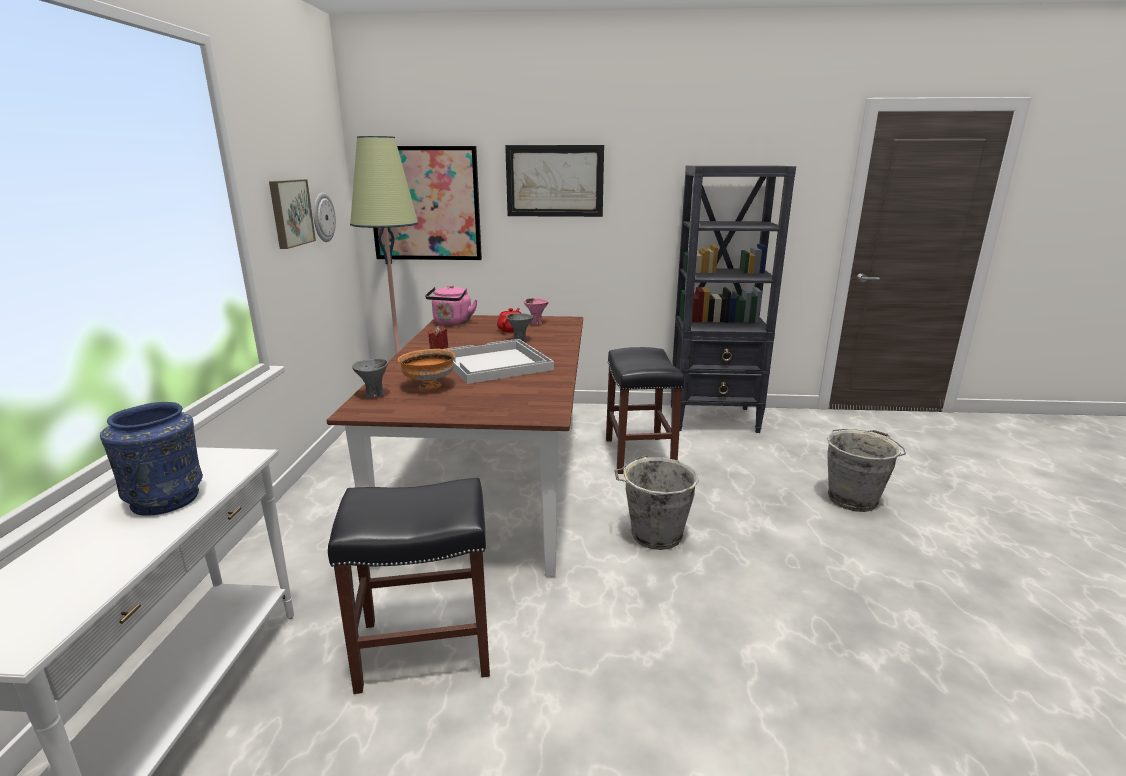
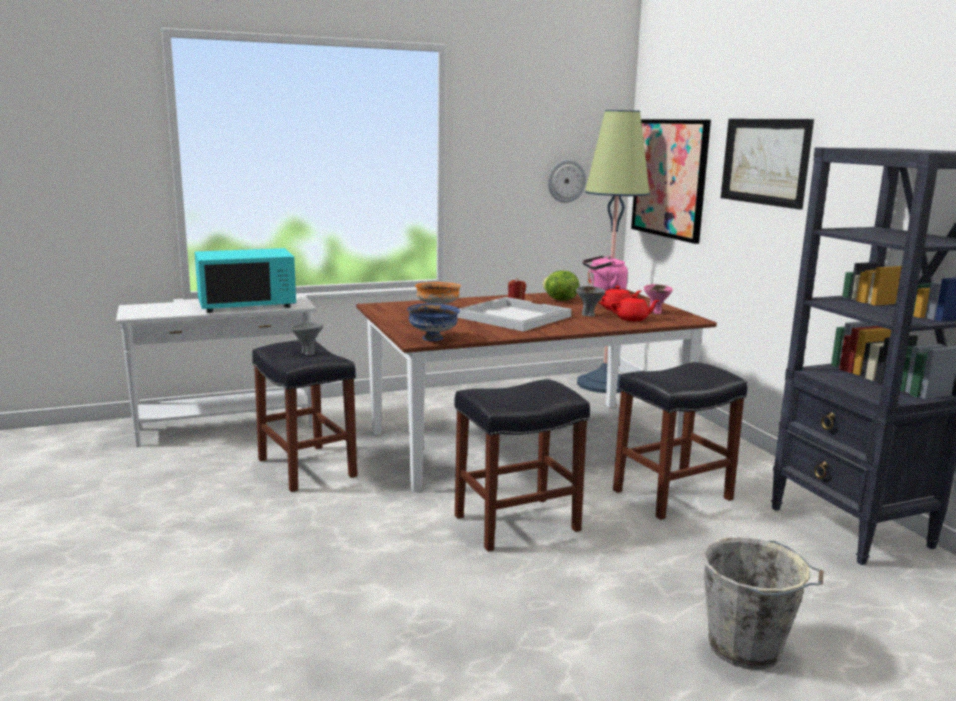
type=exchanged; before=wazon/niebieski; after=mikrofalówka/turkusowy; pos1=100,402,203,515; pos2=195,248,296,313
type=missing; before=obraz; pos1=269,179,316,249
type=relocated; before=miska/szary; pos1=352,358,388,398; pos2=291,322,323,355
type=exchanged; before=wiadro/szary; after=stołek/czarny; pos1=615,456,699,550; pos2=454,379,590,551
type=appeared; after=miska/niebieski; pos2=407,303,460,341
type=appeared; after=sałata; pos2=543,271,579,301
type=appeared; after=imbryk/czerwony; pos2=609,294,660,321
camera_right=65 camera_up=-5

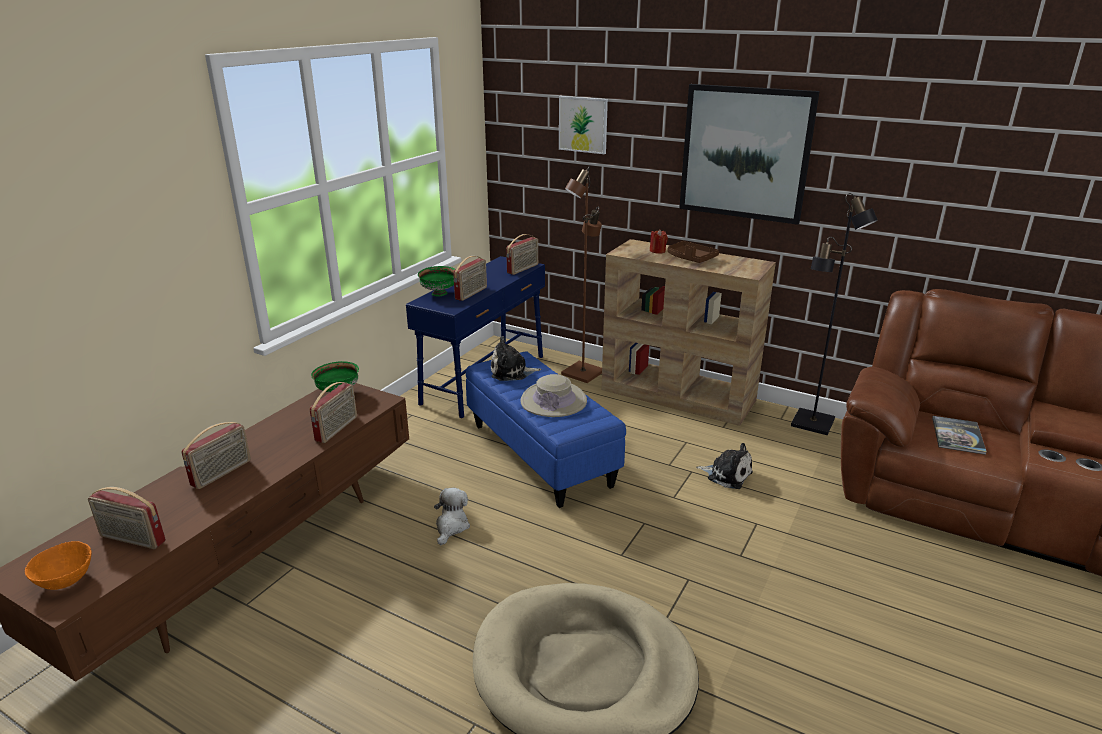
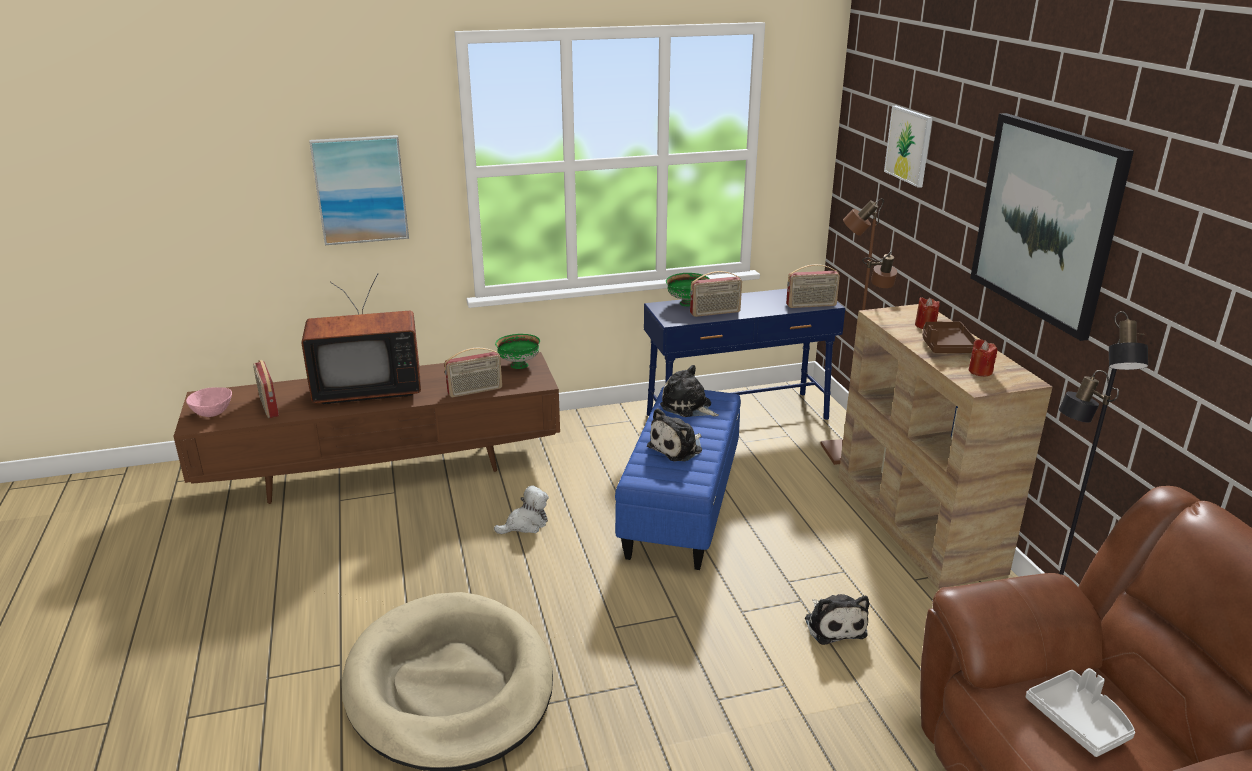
type=colour; before=miska/pomarańczowy; after=miska/różowy; pos1=25,541,91,590; pos2=186,387,232,417
type=exchanged; before=radio; after=telewizor; pos1=181,422,251,489; pos2=301,273,421,404
type=exchanged; before=kapelusz/beżowy; after=pluszak; pos1=520,374,587,417; pos2=647,408,702,461
type=exchanged; before=książka; after=taca/szary; pos1=932,416,987,455; pos2=1026,668,1135,757
type=appeared; after=obraz; pos2=309,135,409,245
type=appeared; after=świeca/czerwony; pos2=969,339,997,376
camera_right=45 camera_up=0

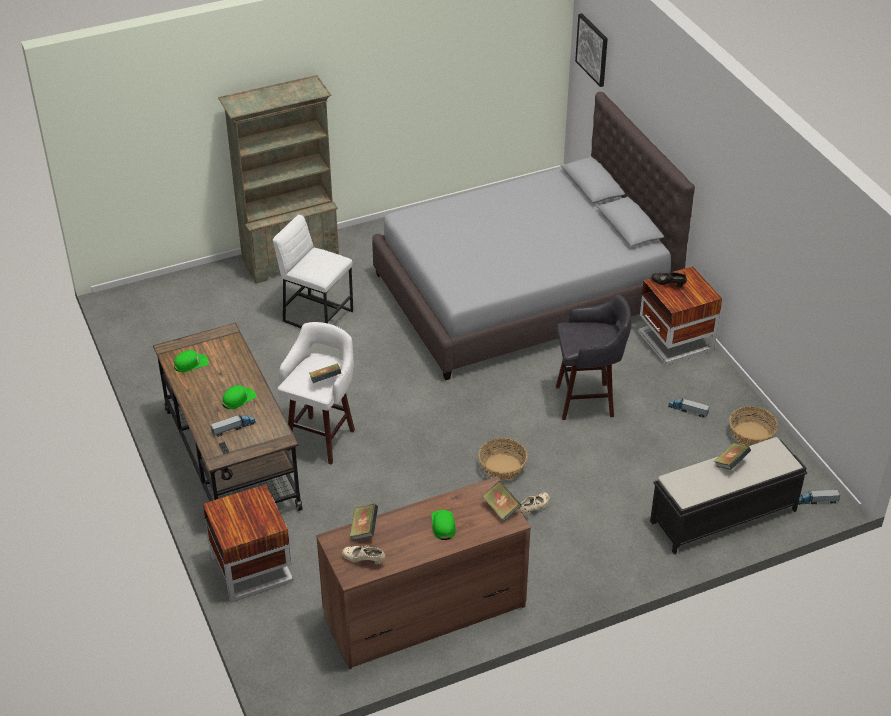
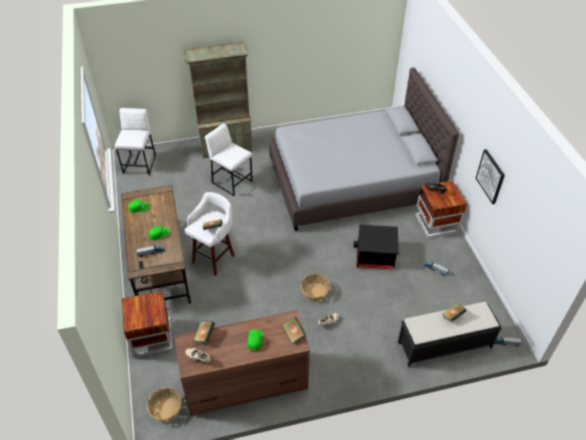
type=exchanged; before=stołek/szary; after=pojemnik do przechowywania/czarny; pos1=556,293,632,420; pos2=354,224,399,269
type=relocated; before=obraz; pos1=575,13,608,87; pos2=476,149,505,204
type=relocated; before=koszyk; pos1=729,406,778,446; pos2=147,388,182,422
type=appeared; after=krzesło/biały; pos2=115,108,156,175
camera_right=10 camera_up=5

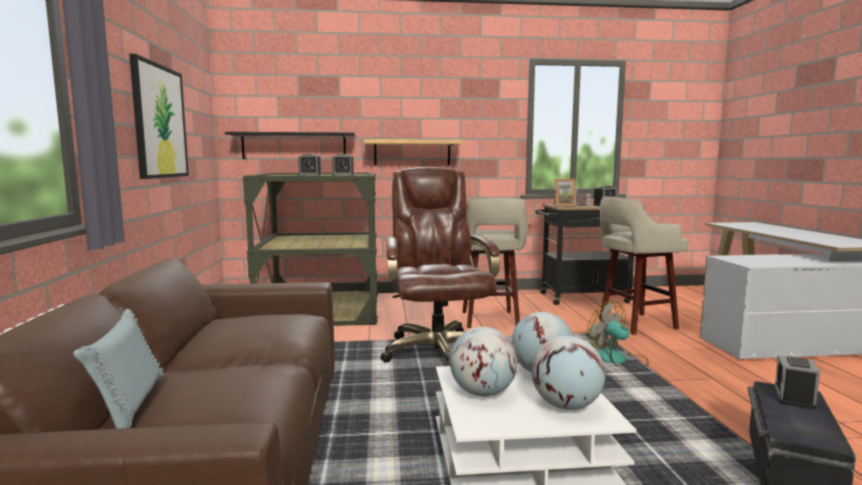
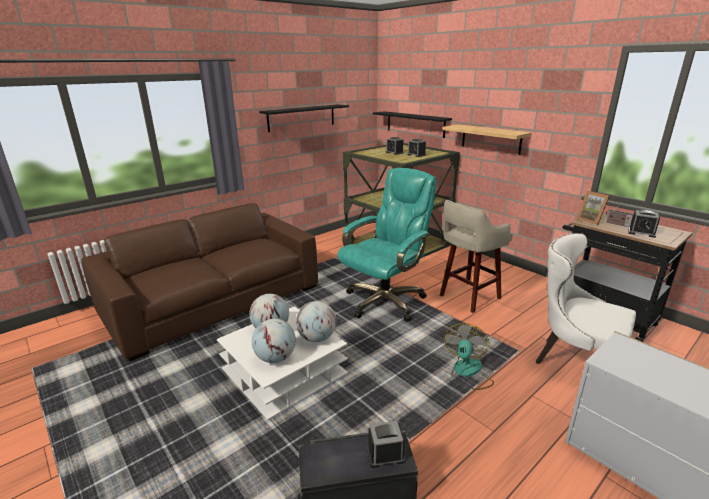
type=missing; before=poduszka/niebieski; pos1=73,309,165,429
type=exchanged; before=obraz; after=półka/czarny; pos1=129,54,189,179; pos2=259,104,349,132
type=colour; before=krzesło biurowe/brązowy; after=krzesło biurowe/turkusowy; pos1=380,167,500,366; pos2=337,168,437,322
type=exchanged; before=stołek/beżowy; after=krzesło/biały; pos1=599,196,688,335; pos2=536,233,636,364
camera_right=55 camera_up=15

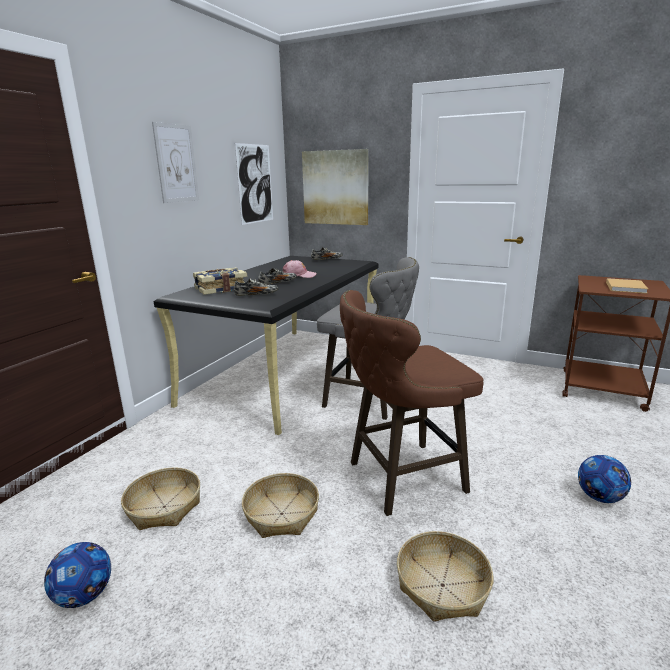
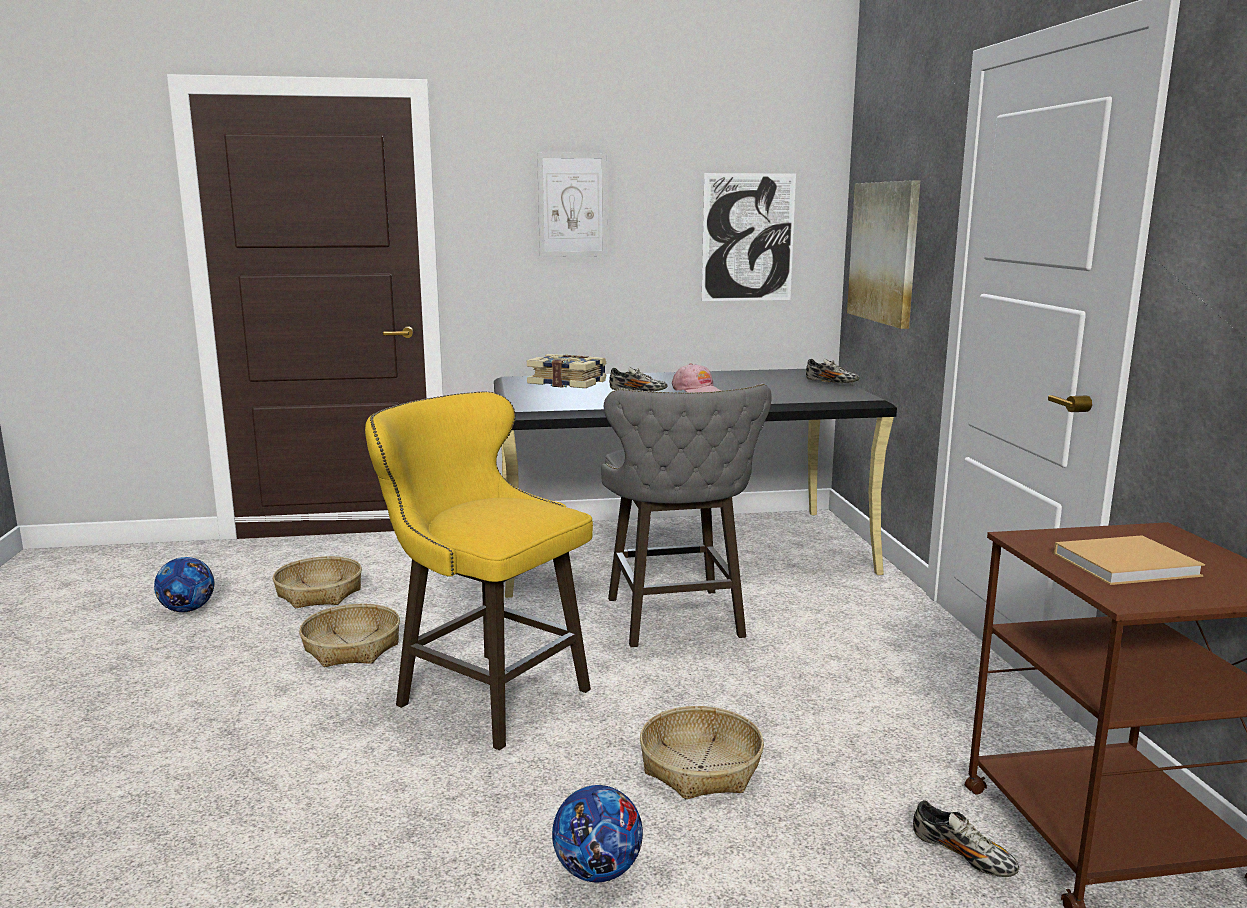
type=relocated; before=but; pos1=234,278,279,296; pos2=913,800,1019,877
type=colour; before=stołek/brązowy; after=stołek/żółty; pos1=340,290,484,516; pos2=365,391,593,750
type=relocated; before=koszyk; pos1=397,531,493,622; pos2=640,706,764,799
camera_right=55 camera_up=-5

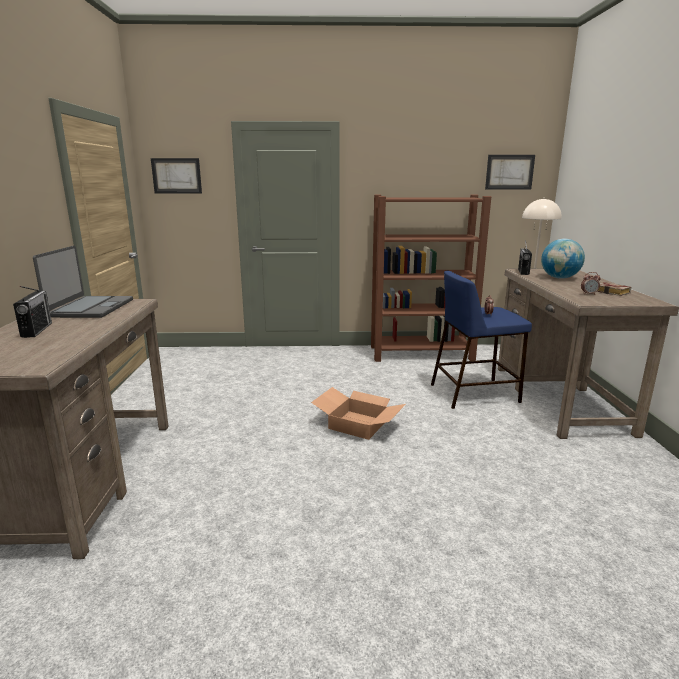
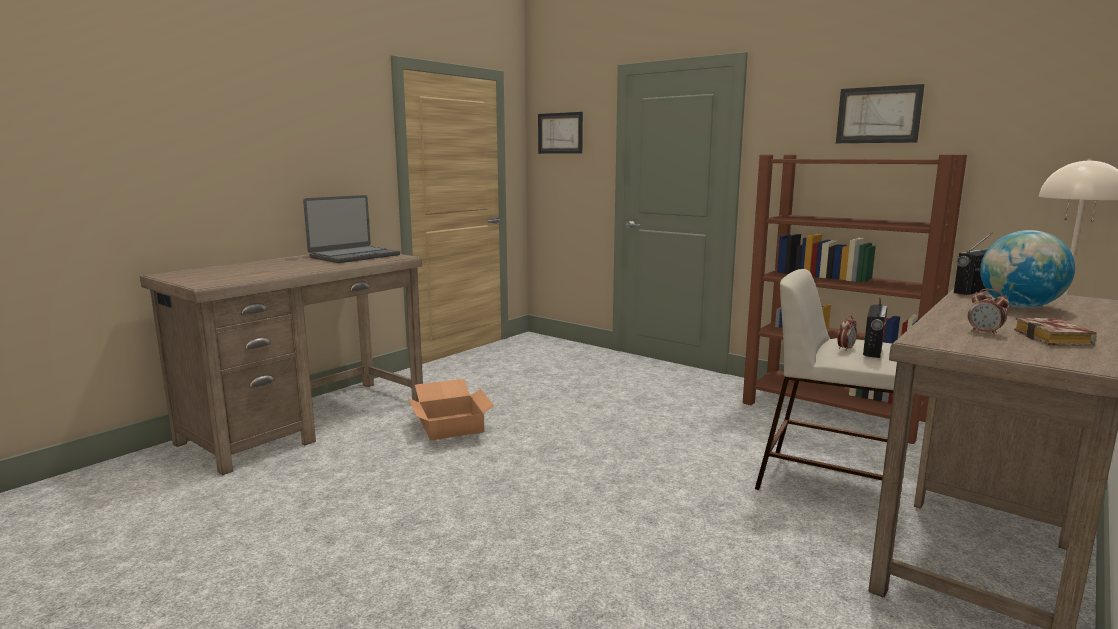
type=relocated; before=radio; pos1=13,286,52,338; pos2=863,298,887,358
type=relocated; before=karton; pos1=311,387,406,440; pos2=408,379,494,441
type=colour; before=stołek/niebieski; after=stołek/beżowy; pos1=431,271,532,409; pos2=755,269,897,490
type=relocated; before=obraz; pos1=485,155,535,190; pos2=836,84,925,143
camera_right=40 camera_up=-5

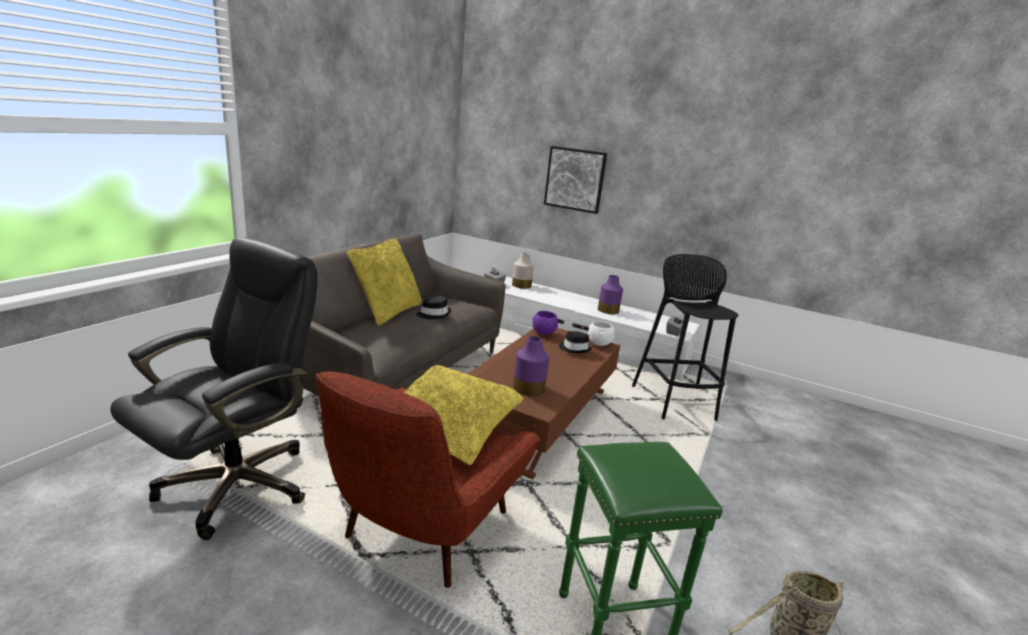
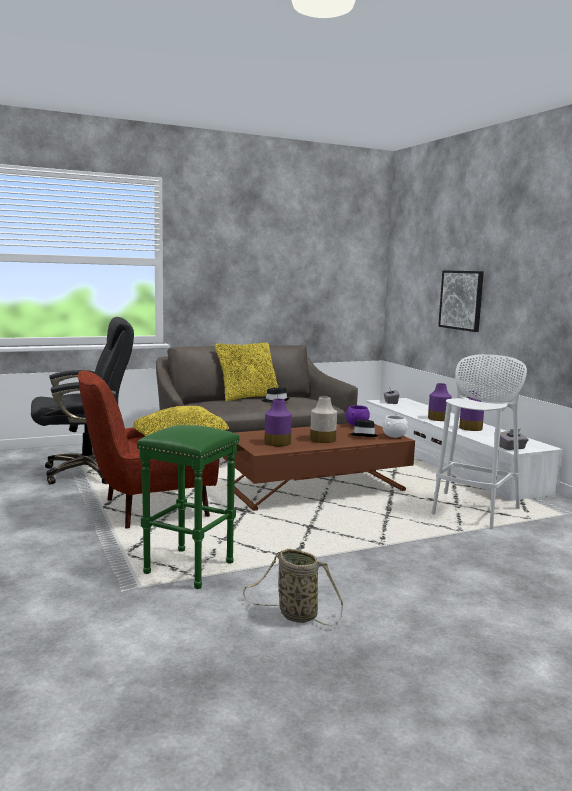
type=relocated; before=wazon/beżowy; pos1=512,253,534,289; pos2=310,397,337,443
type=colour; before=stołek/czarny; after=stołek/biały; pos1=632,254,738,421; pos2=432,354,527,528
type=appeared; after=wazon/fioletowy; pos2=428,383,452,421
camera_right=40 camera_up=-10

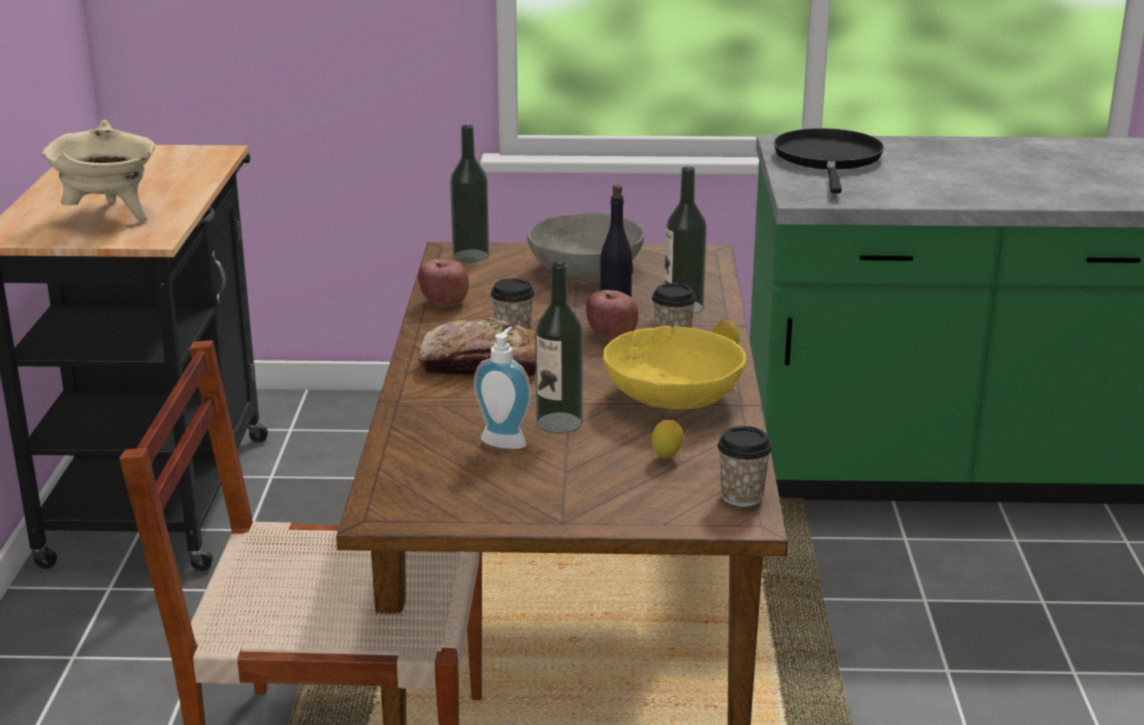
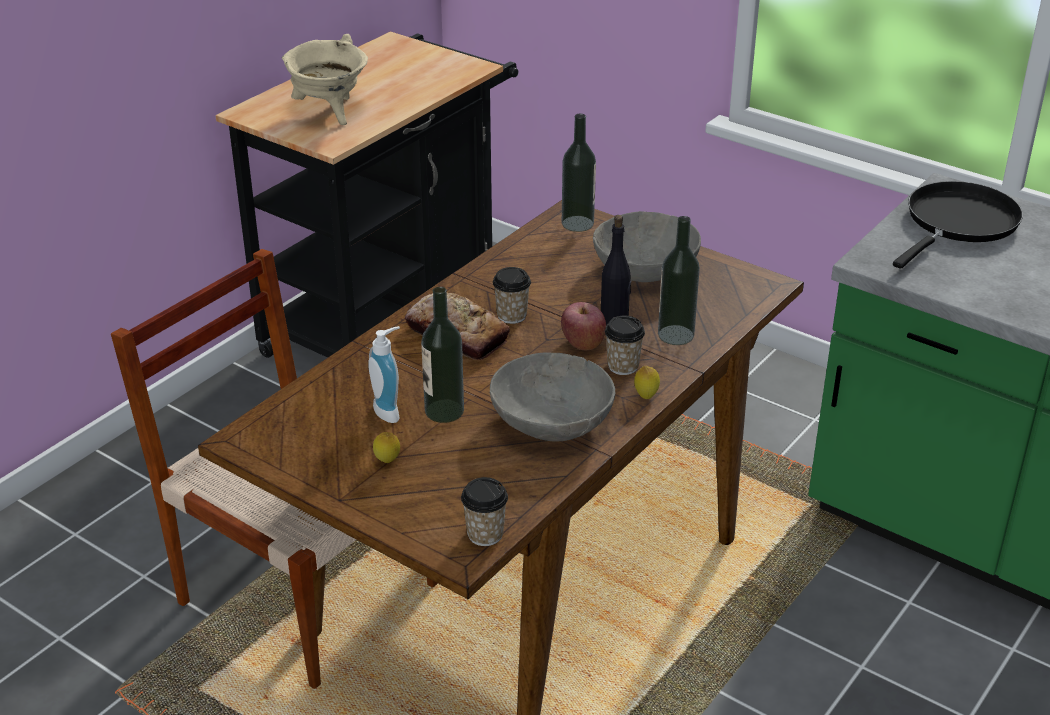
type=missing; before=jabłko; pos1=418,259,469,307
type=colour; before=miska/żółty; after=miska/szary; pos1=603,326,746,410; pos2=490,352,615,442
type=relocated; before=cytryna; pos1=652,420,683,459; pos2=373,432,400,463
camera_right=35 camera_up=10

